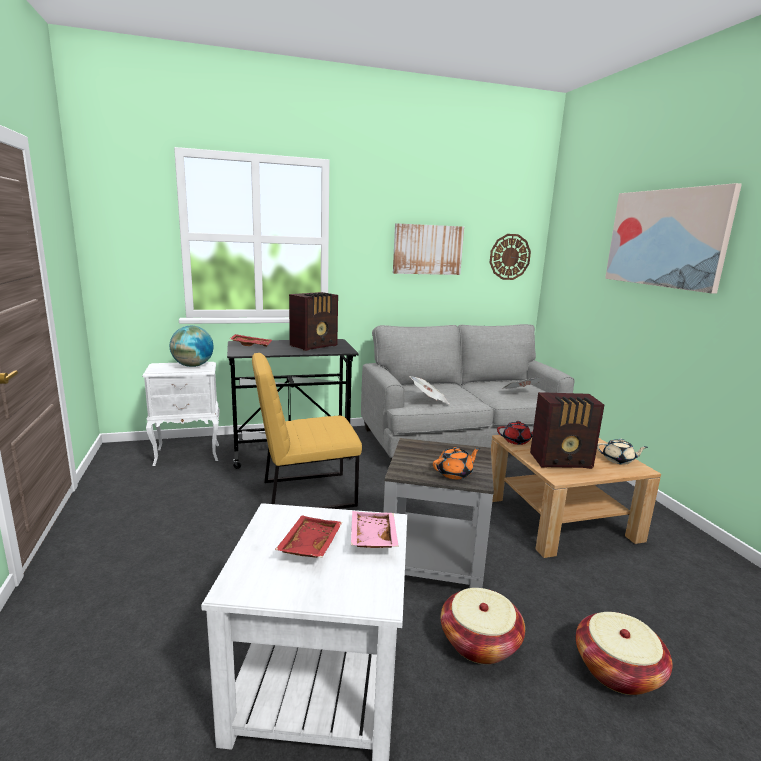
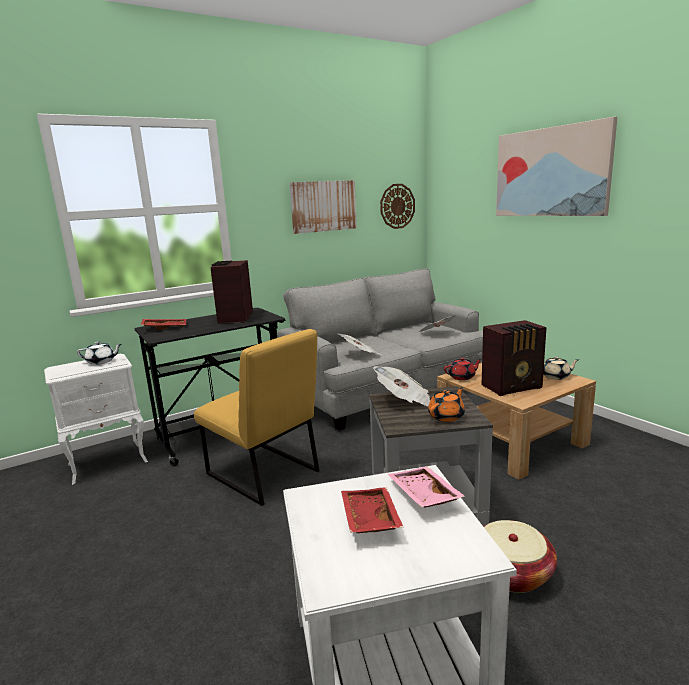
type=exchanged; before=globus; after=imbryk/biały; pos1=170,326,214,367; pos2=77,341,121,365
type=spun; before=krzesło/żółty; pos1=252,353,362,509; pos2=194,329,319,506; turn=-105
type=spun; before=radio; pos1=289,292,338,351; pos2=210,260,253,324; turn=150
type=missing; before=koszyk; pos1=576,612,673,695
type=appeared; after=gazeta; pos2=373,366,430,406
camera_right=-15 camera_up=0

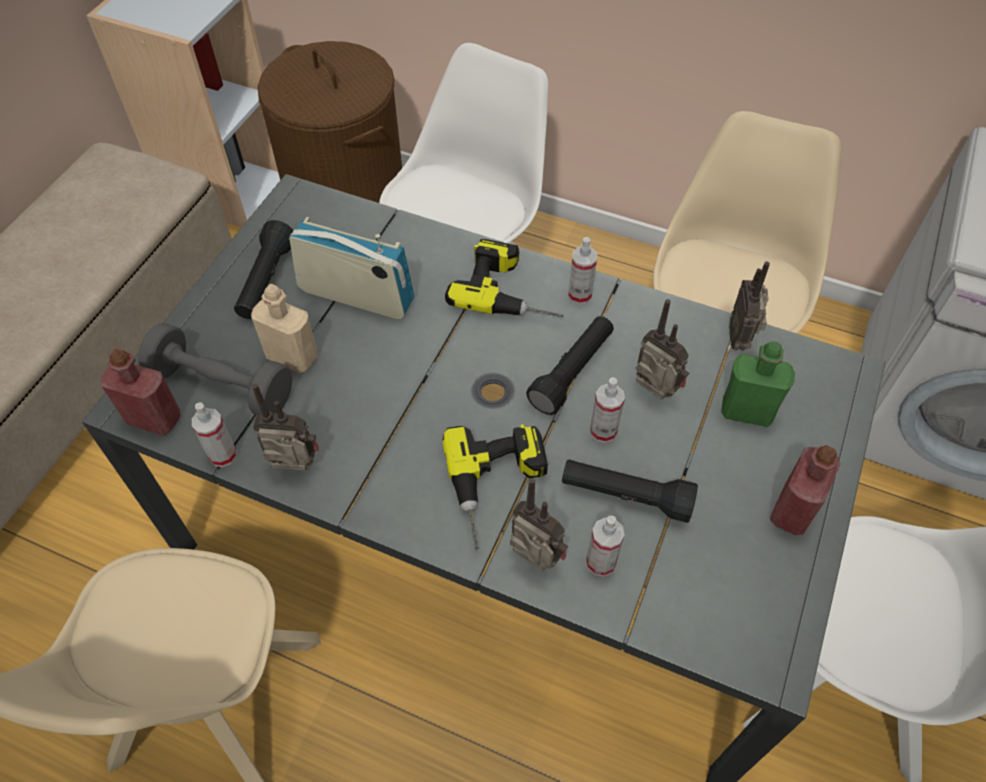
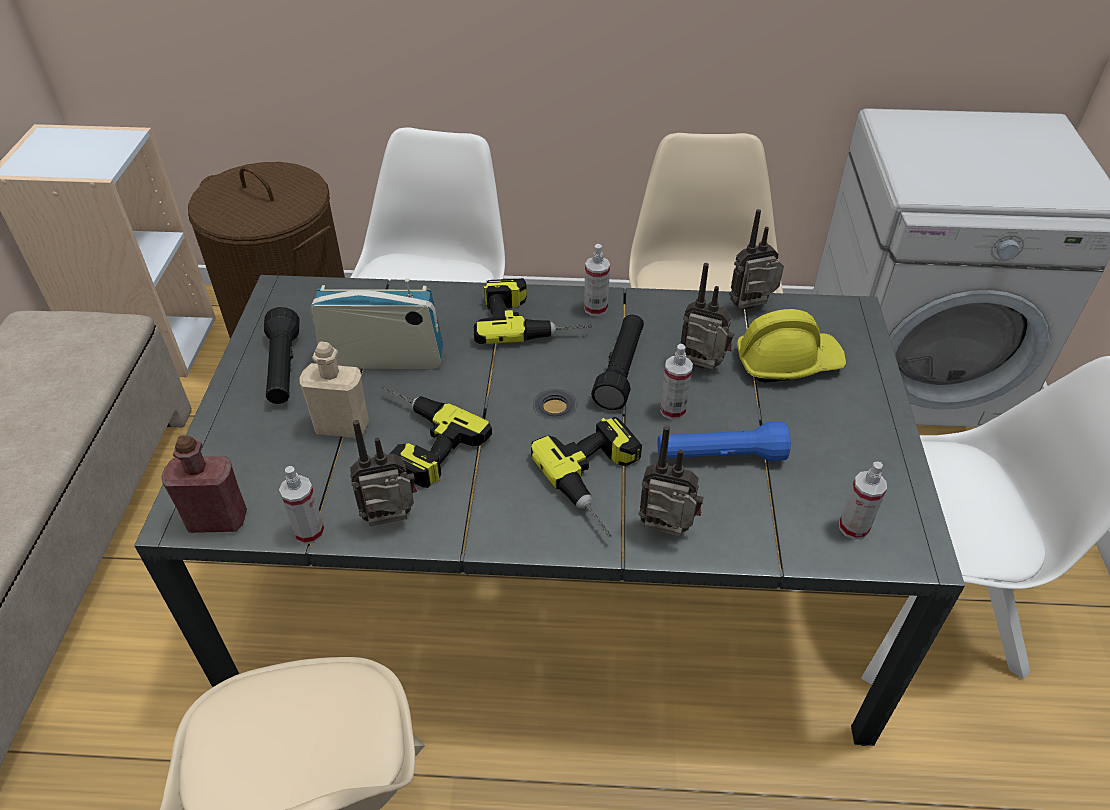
type=missing; before=hantel/szary; pos1=138,323,292,416
type=colour; before=latarka/czarny; after=latarka/niebieski; pos1=562,459,698,523; pos2=657,421,791,461
type=relocated; before=spryskiwacz; pos1=586,515,625,577; pos2=839,461,887,540
type=exchanged; before=butelka/zielony; after=kask/żółty; pos1=721,341,795,427; pos2=737,309,846,383
type=spun; before=radio; pos1=729,262,770,350; pos2=729,209,784,309; turn=90
type=missing; before=butelka/czerwony; pos1=770,445,840,535
type=appeared; after=wiertarka; pos2=382,387,492,488
camera_right=-20 camera_up=-10

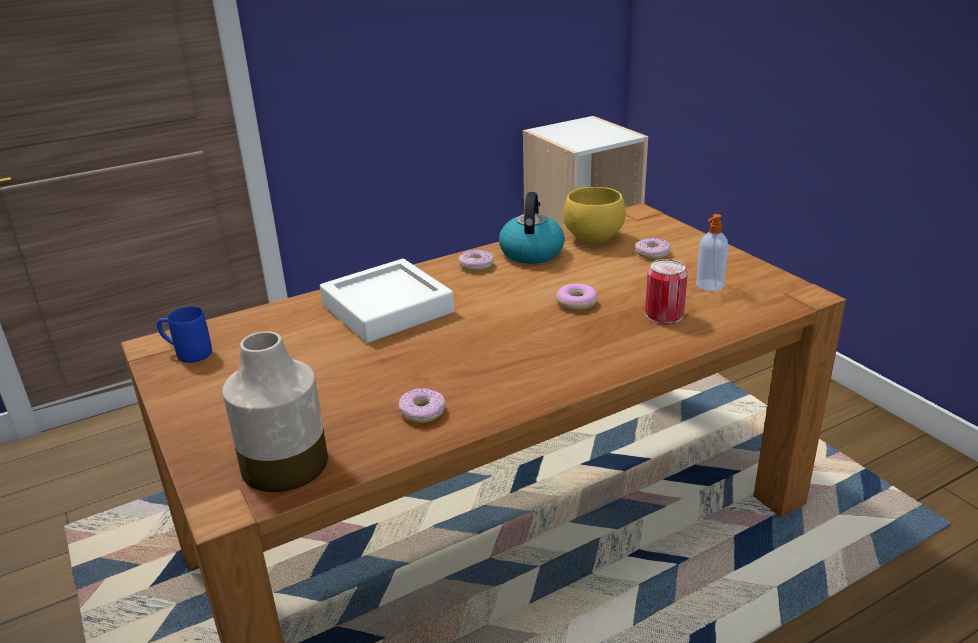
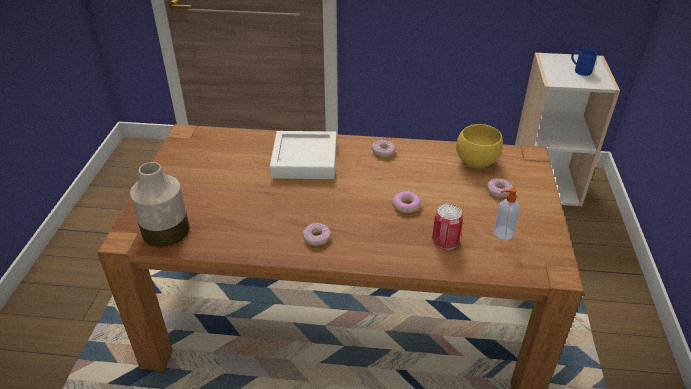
type=relocated; before=kubek/niebieski; pos1=157,306,212,363; pos2=571,48,597,76
type=relocated; before=donut; pos1=399,388,445,423; pos2=303,223,331,246
type=missing; before=czajnik; pos1=499,192,565,264
camera_right=35 camera_up=10

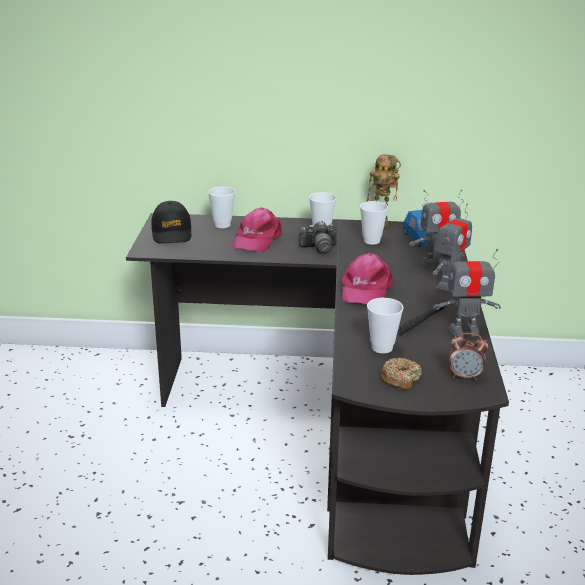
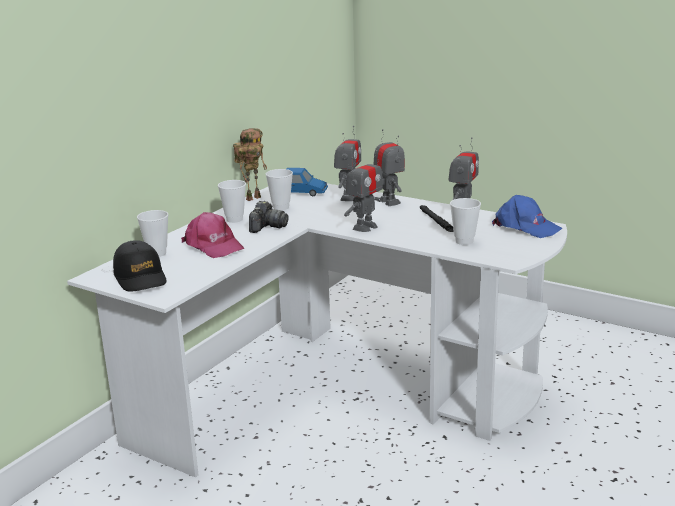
type=colour; before=biurko/czarny; after=biurko/biały; pos1=126,213,509,575; pos2=67,183,567,477
type=spun; before=czapka z daszkiem/czarny; pos1=151,201,191,244; pos2=113,240,167,292; turn=45
type=exchanged; before=czapka z daszkiem/różowy; after=robot zabawkowy; pos1=342,253,394,304; pos2=344,150,383,232
type=missing; before=donut; pos1=380,357,422,390
type=exchanged; before=budzik; after=czapka z daszkiem/niebieski; pos1=448,333,488,380; pos2=492,195,563,238
camera_right=-60 camera_up=-5

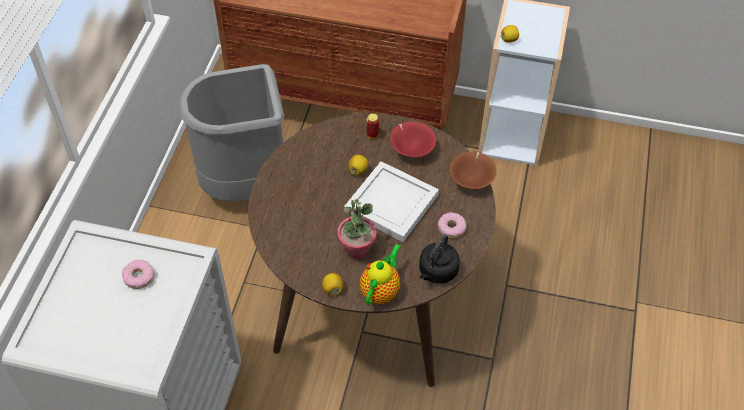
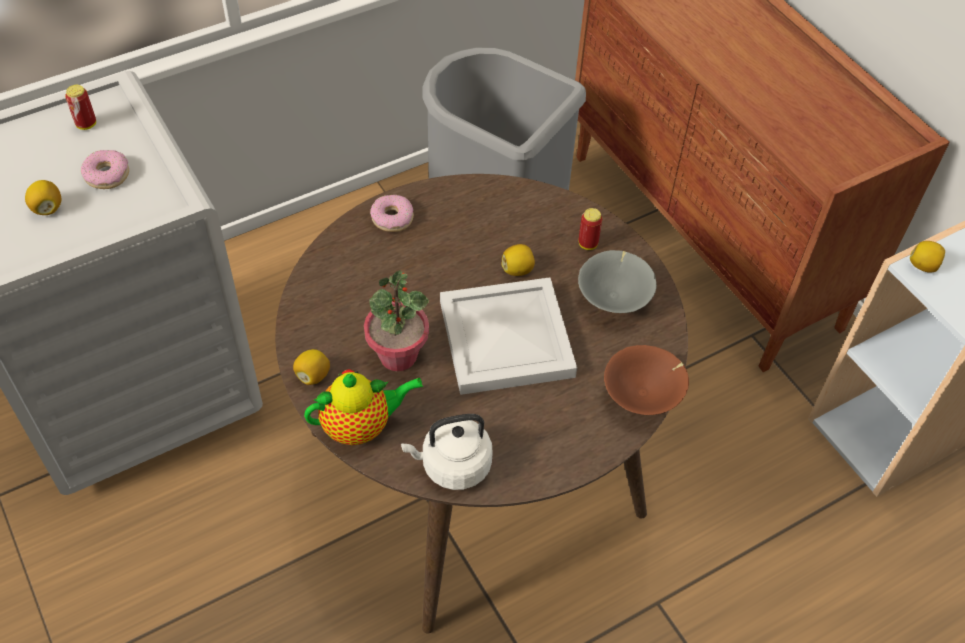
type=colour; before=miska/czerwony; after=miska/szary; pos1=391,122,436,157; pos2=578,250,657,313
type=colour; before=czajnik/czarny; after=czajnik/biały; pos1=419,234,460,284; pos2=401,414,493,490
type=relocated; before=donut; pos1=438,212,467,238; pos2=370,195,414,232
type=appeared; after=cytryna; pos2=25,180,61,215
type=appeared; after=puszka; pos2=65,85,96,130
camera_right=45 camera_up=0

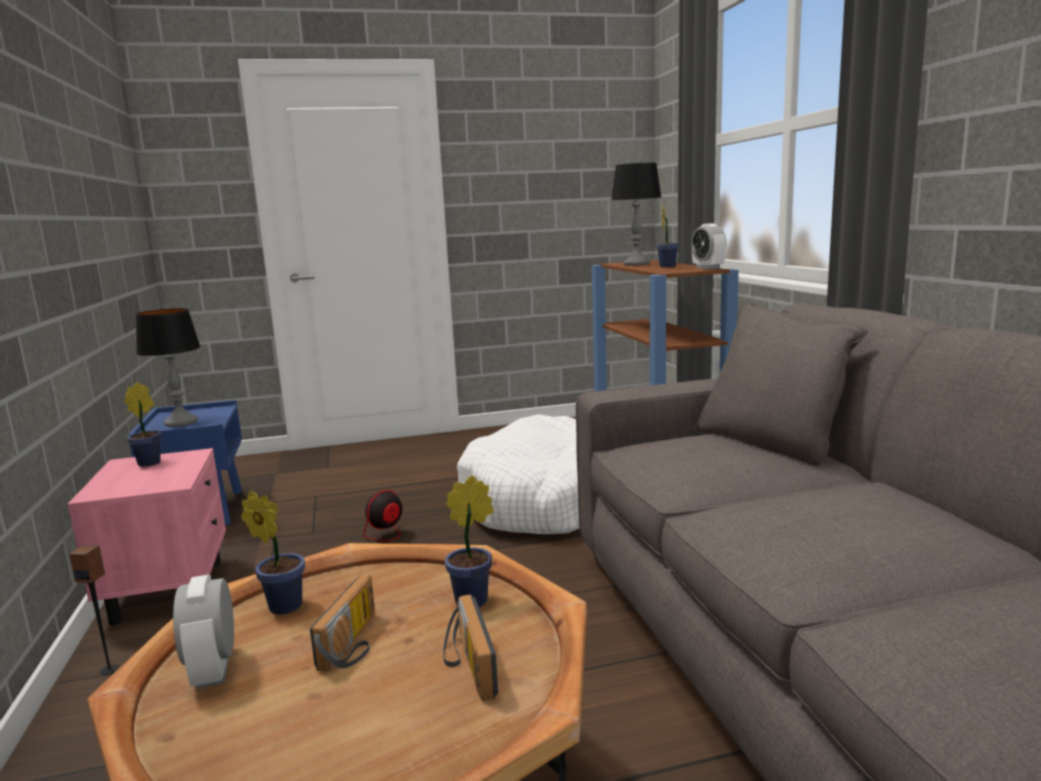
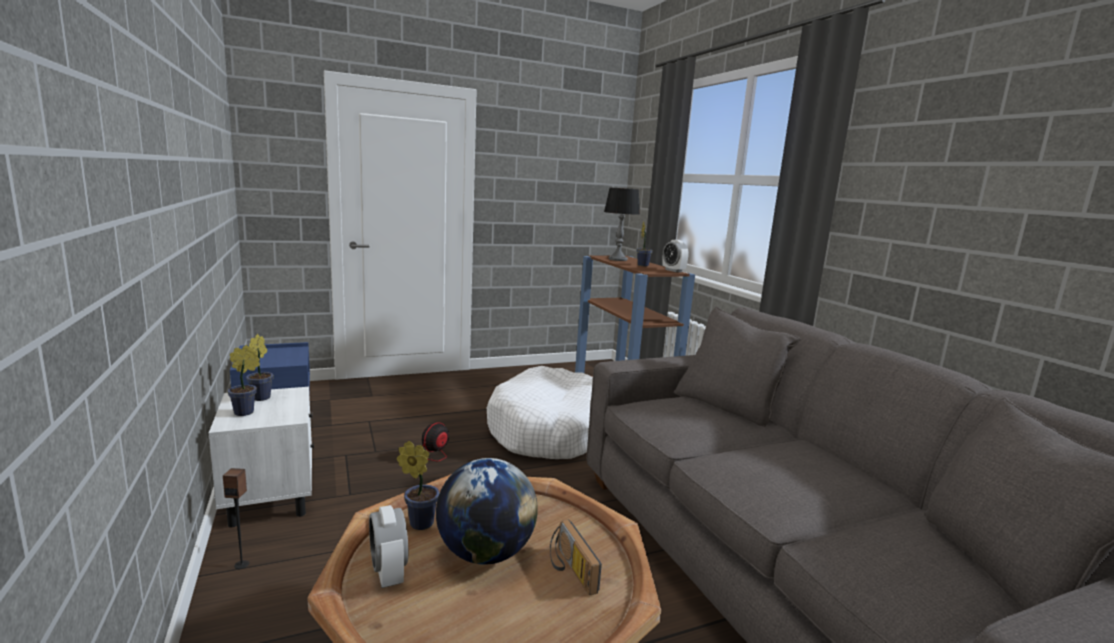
type=colour; before=szafka nocna/różowy; after=szafka nocna/biały; pos1=68,448,226,625; pos2=209,387,314,527
type=missing; before=lampa stołowa; pos1=136,308,201,427
type=exchanged; before=radio; after=globus; pos1=310,574,375,672; pos2=436,458,538,565
type=relocated; before=roślina doniczkowa; pos1=444,475,493,607; pos2=227,345,260,416
camera_right=-10 camera_up=0

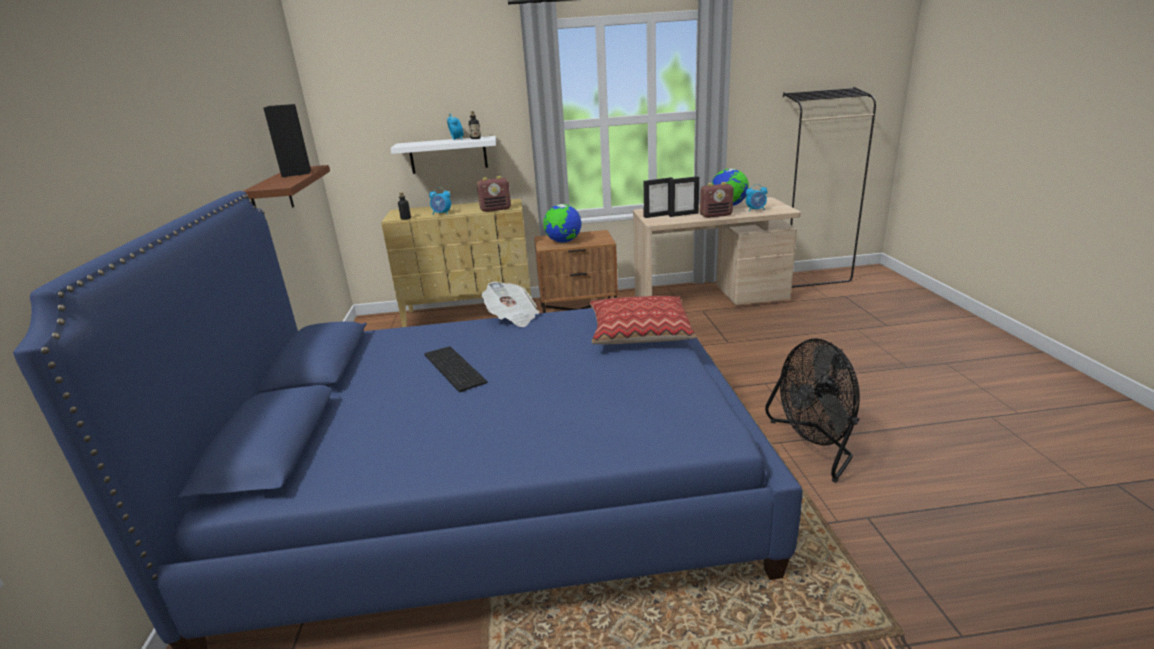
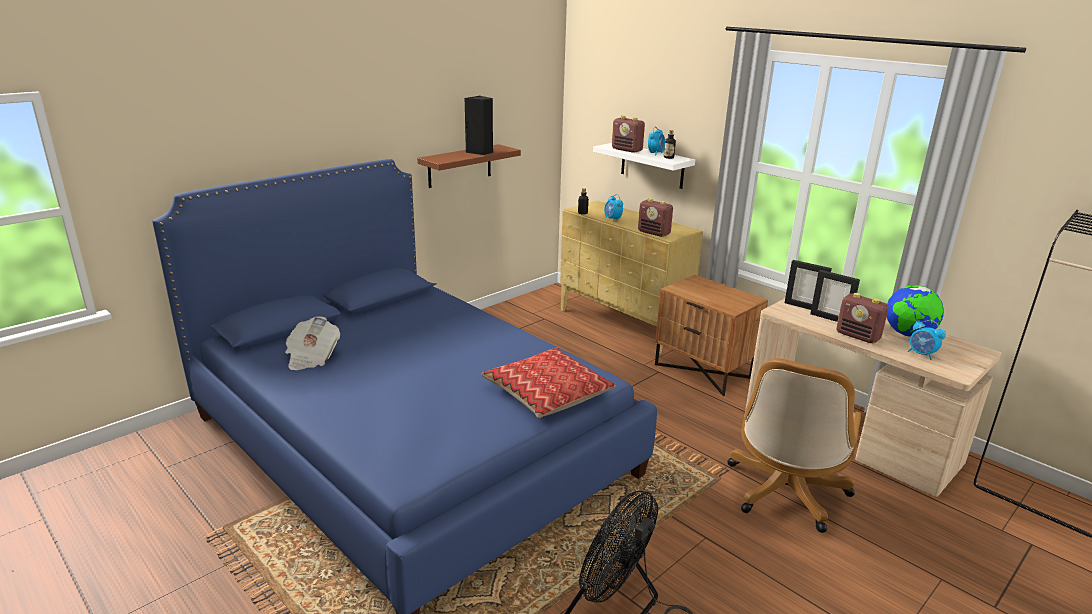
type=missing; before=klawiatura; pos1=424,346,488,392
type=relocated; before=gazeta; pos1=481,282,539,327; pos2=285,316,340,370
type=missing; before=globus; pos1=543,204,581,243
type=appeared; after=radio; pos2=612,116,645,153
type=appeared; after=krzesło biurowe; pos2=727,358,861,533
camera_right=50 camera_up=0

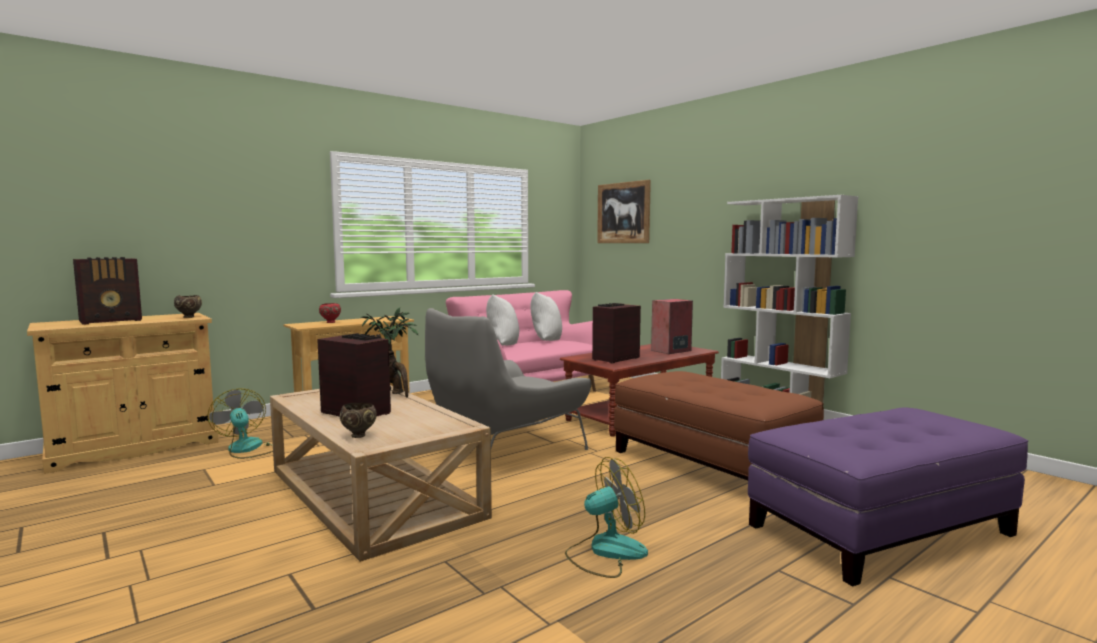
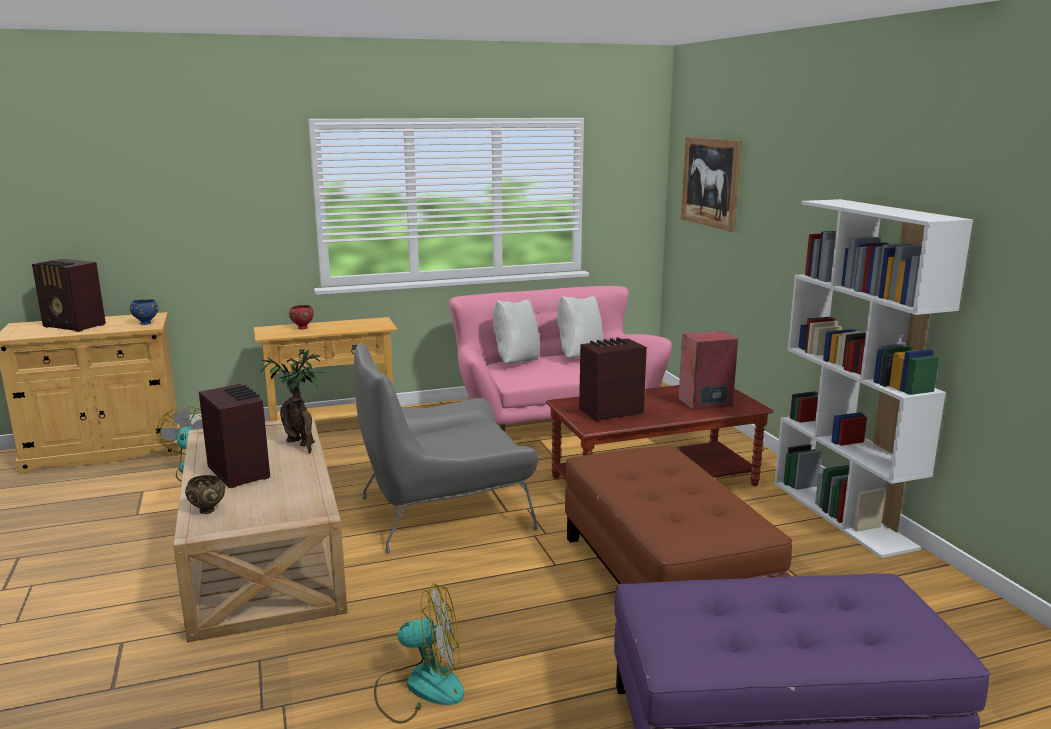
type=spun; before=radio; pos1=73,257,142,325; pos2=32,259,106,332; turn=45
type=colour; before=miska/brązowy; after=miska/niebieski; pos1=174,295,202,318; pos2=130,300,158,325
camera_right=20 camera_up=10

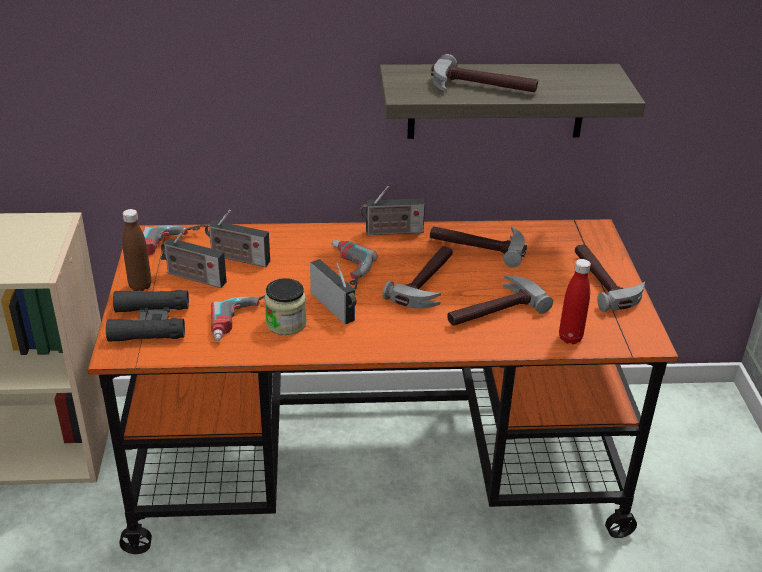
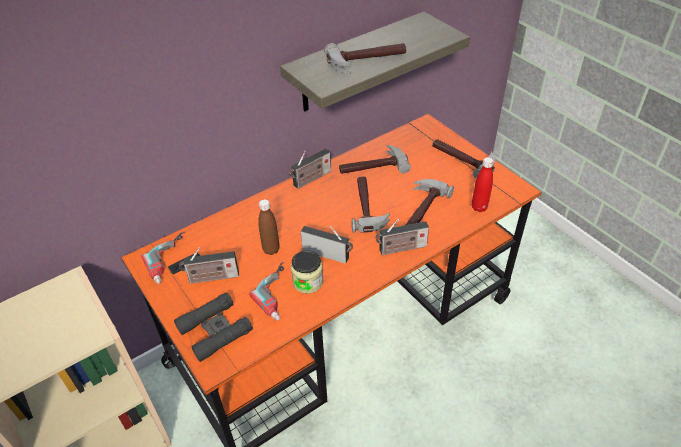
type=relocated; before=butelka/brązowy; pos1=122,209,152,291; pos2=258,199,280,255
type=relocated; before=radio; pos1=205,210,270,267; pos2=375,218,429,255
type=missing; before=wiertarka; pos1=331,240,378,289
camera_right=-30 camera_up=10

